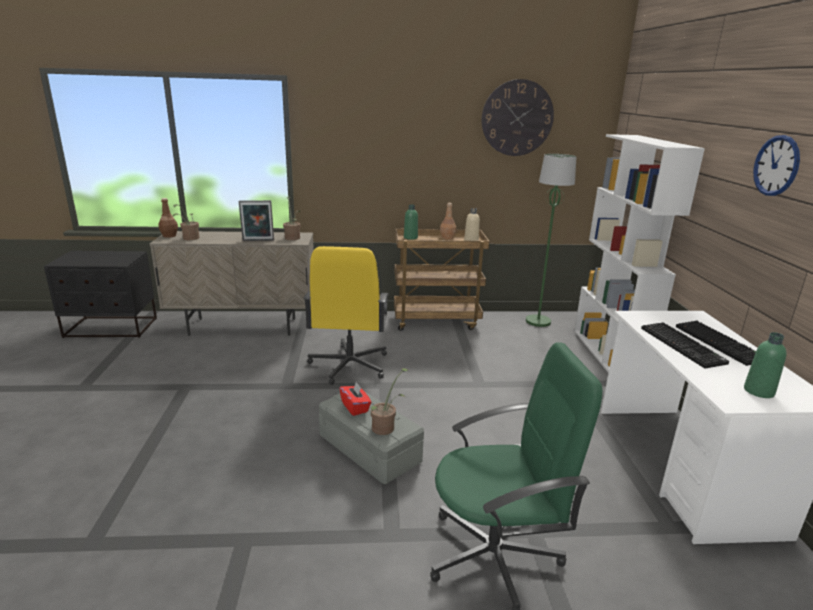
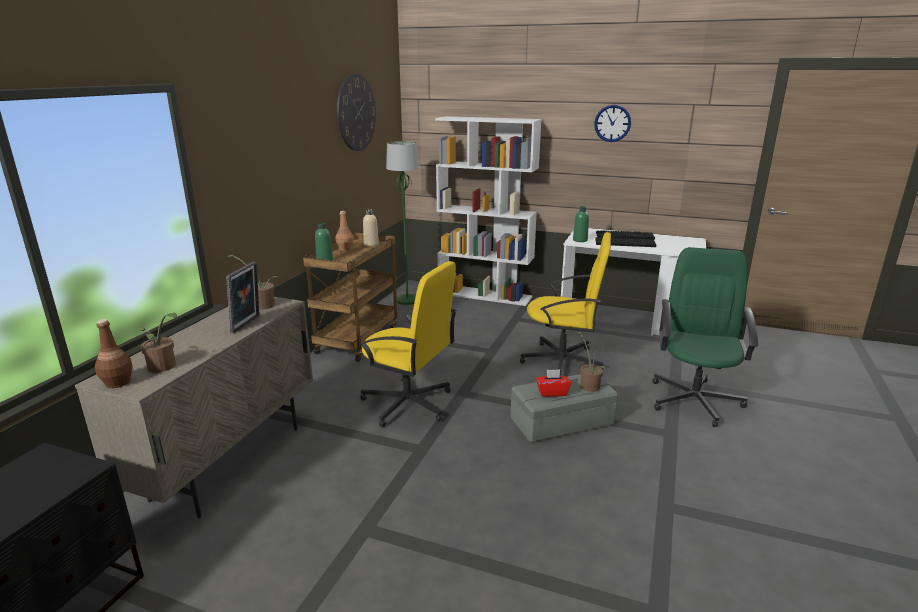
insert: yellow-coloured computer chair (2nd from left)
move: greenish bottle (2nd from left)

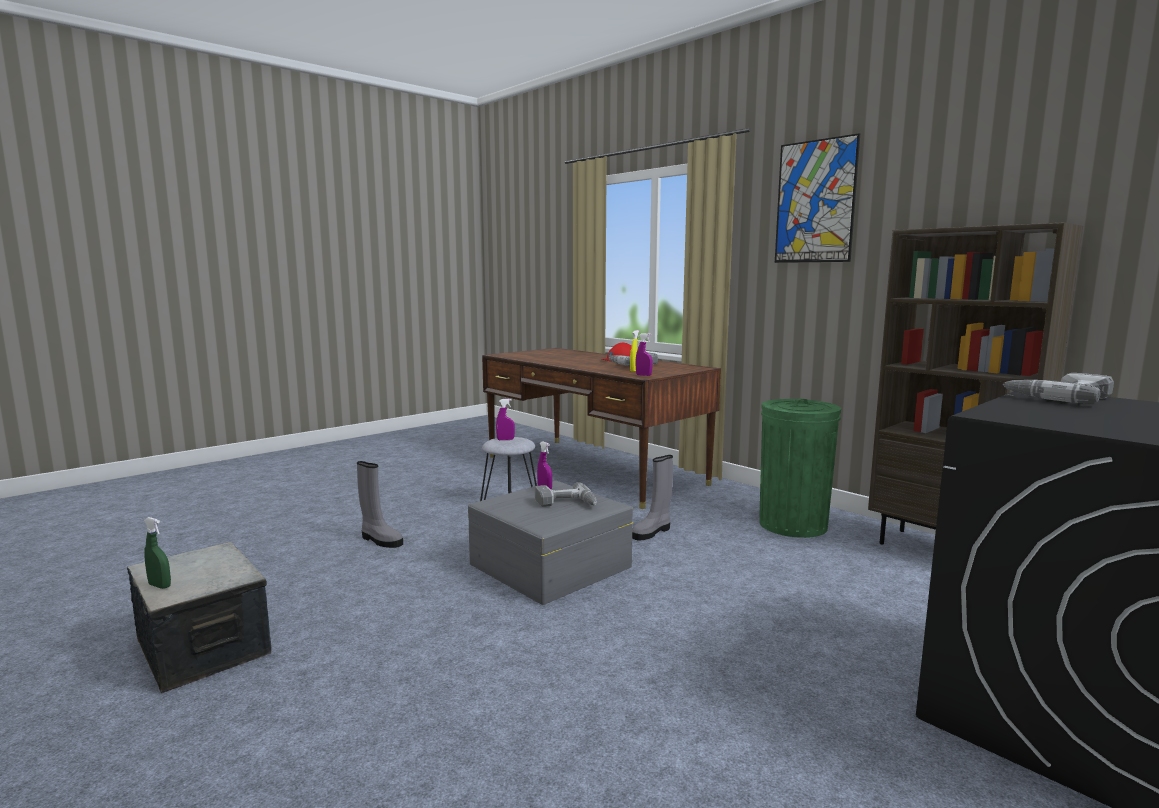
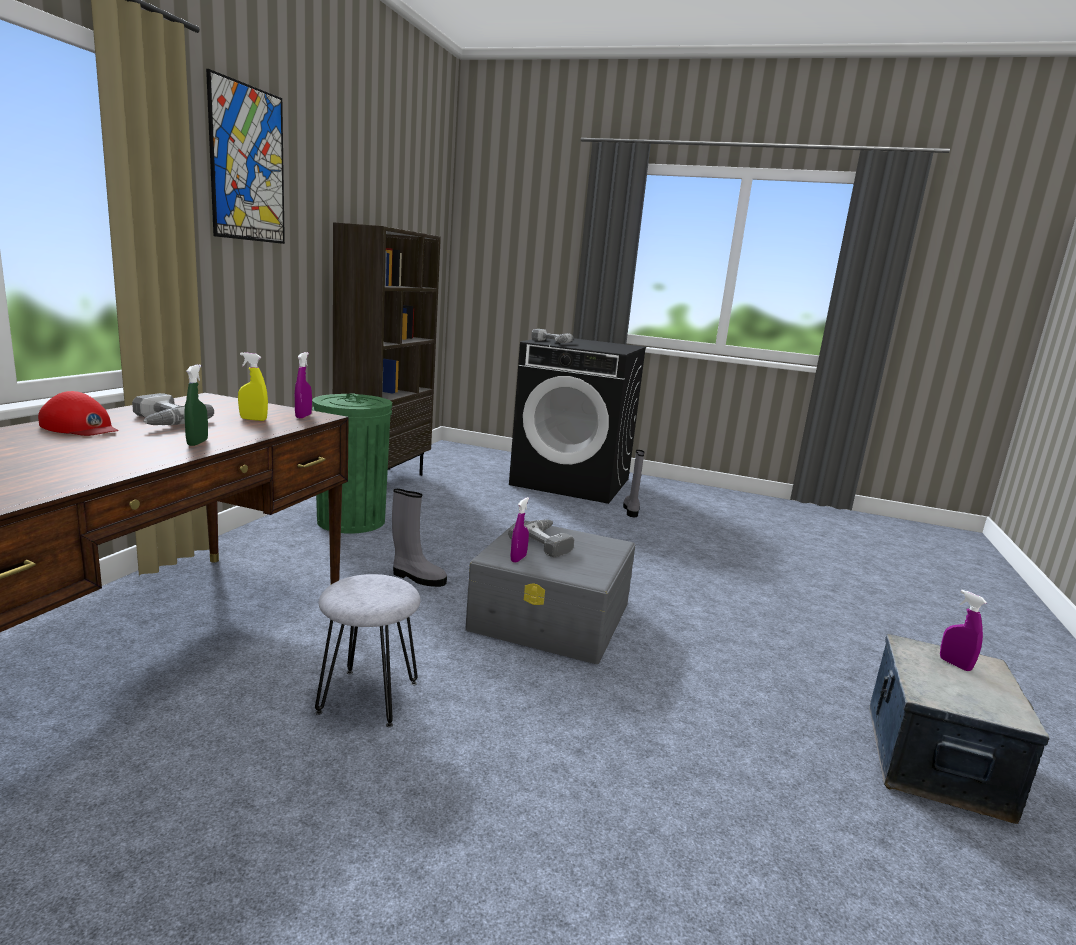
move: greenish hand sprayer; greyish boot (1st from left in the first image) to greyish boot (2nd from left); purple hand sprayer (1st from left in the first image) to purple hand sprayer (3rd from left)

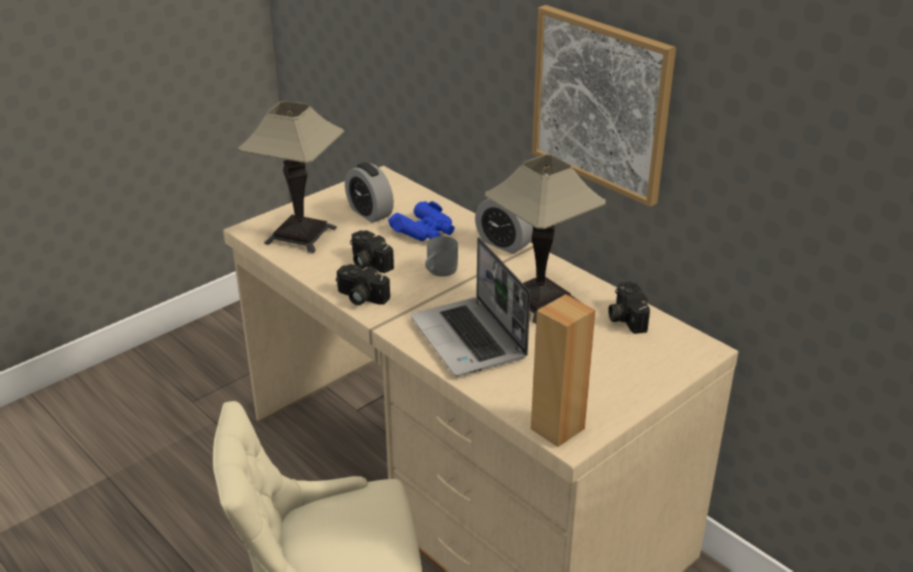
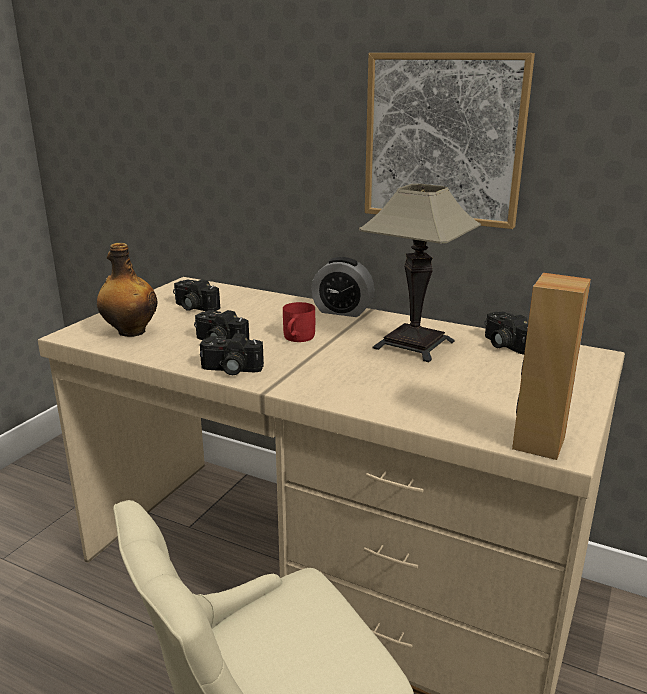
delete: blue binoculars; laptop
replace: table lamp (1st from left) to bottle; table clock (1st from left) to photo camera (1st from left)
recolor: greyish tea mug to red tea mug

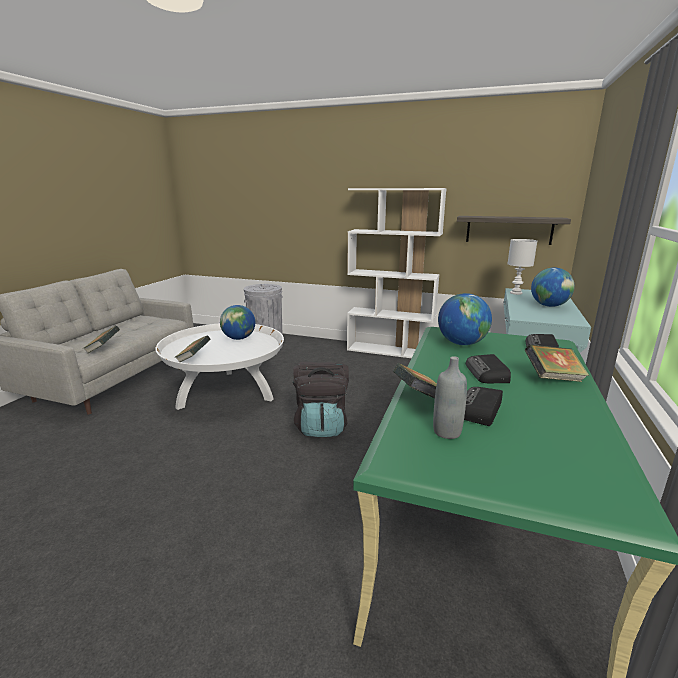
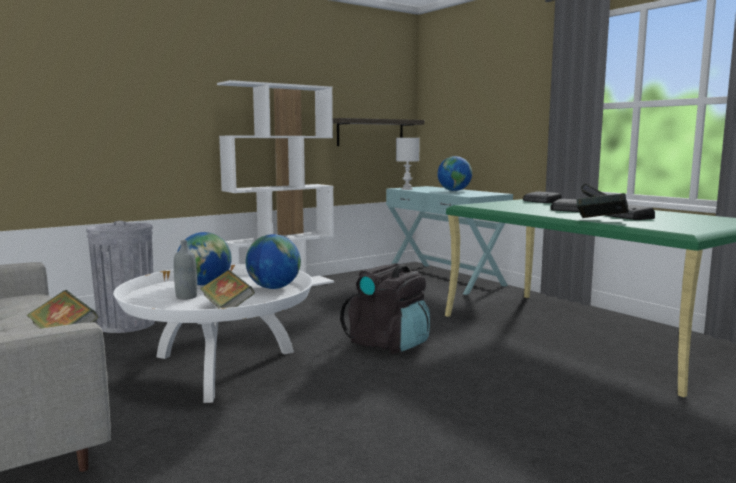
move: greyish bottle; globe (2nd from left)

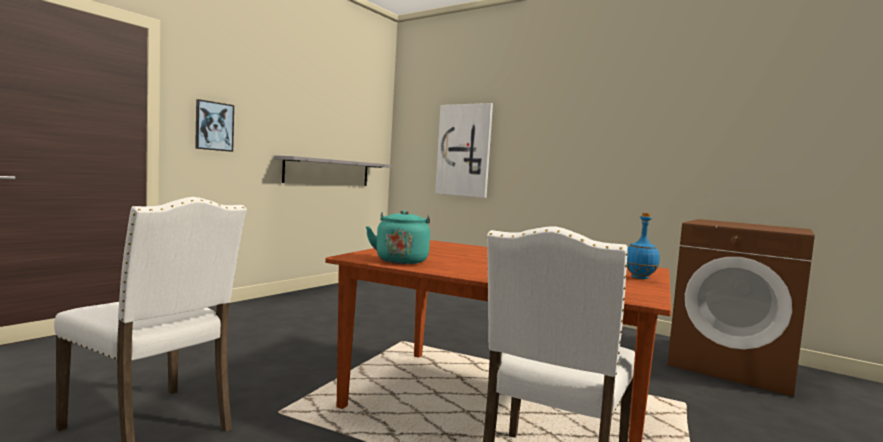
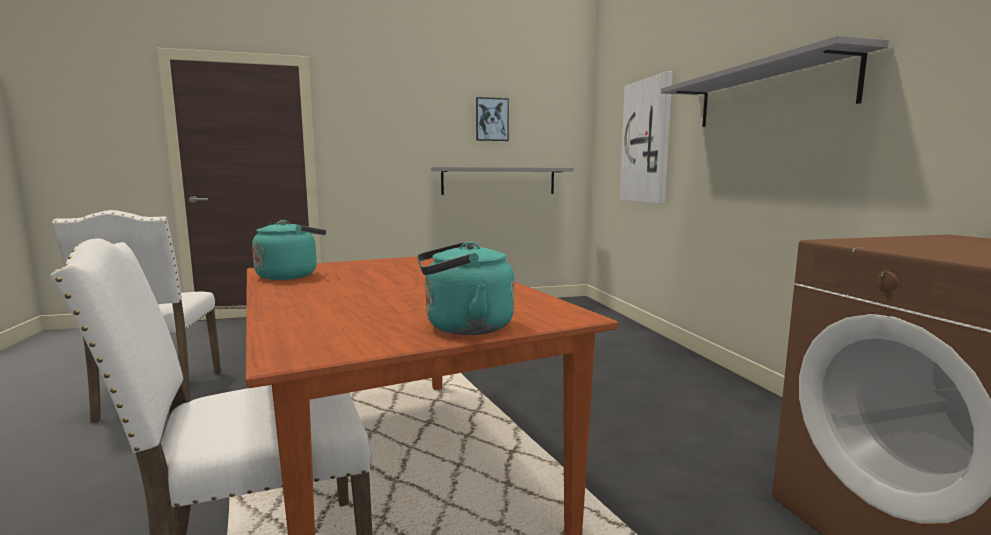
insert: greyish wall shelf (2nd from left)
move: wall picture (1st from left)
replace: blue bottle to turquoise water kettle (2nd from left)

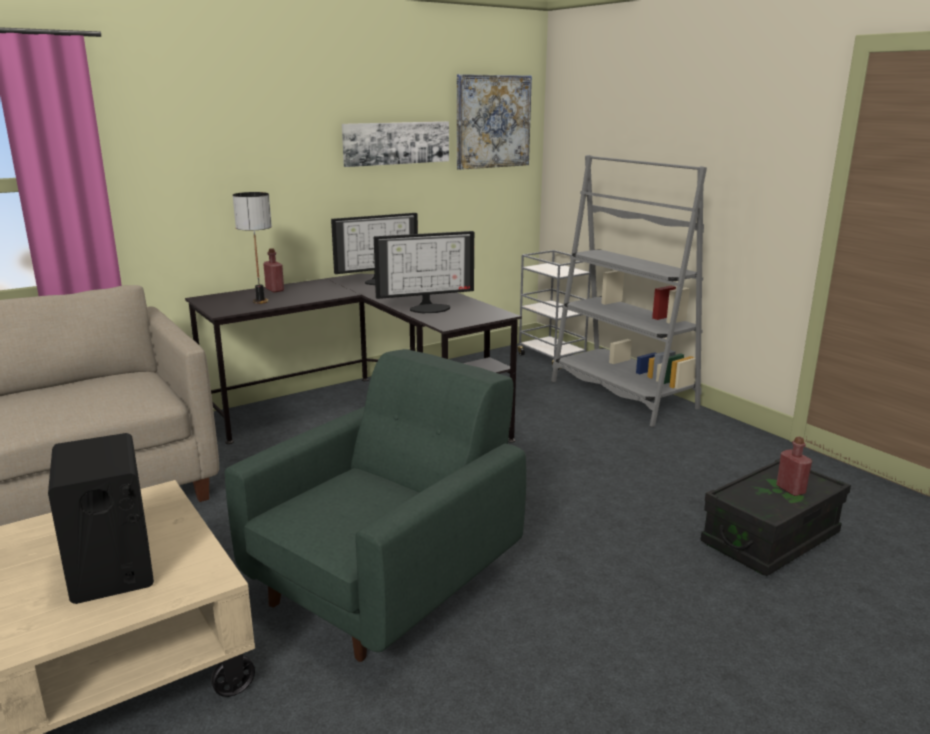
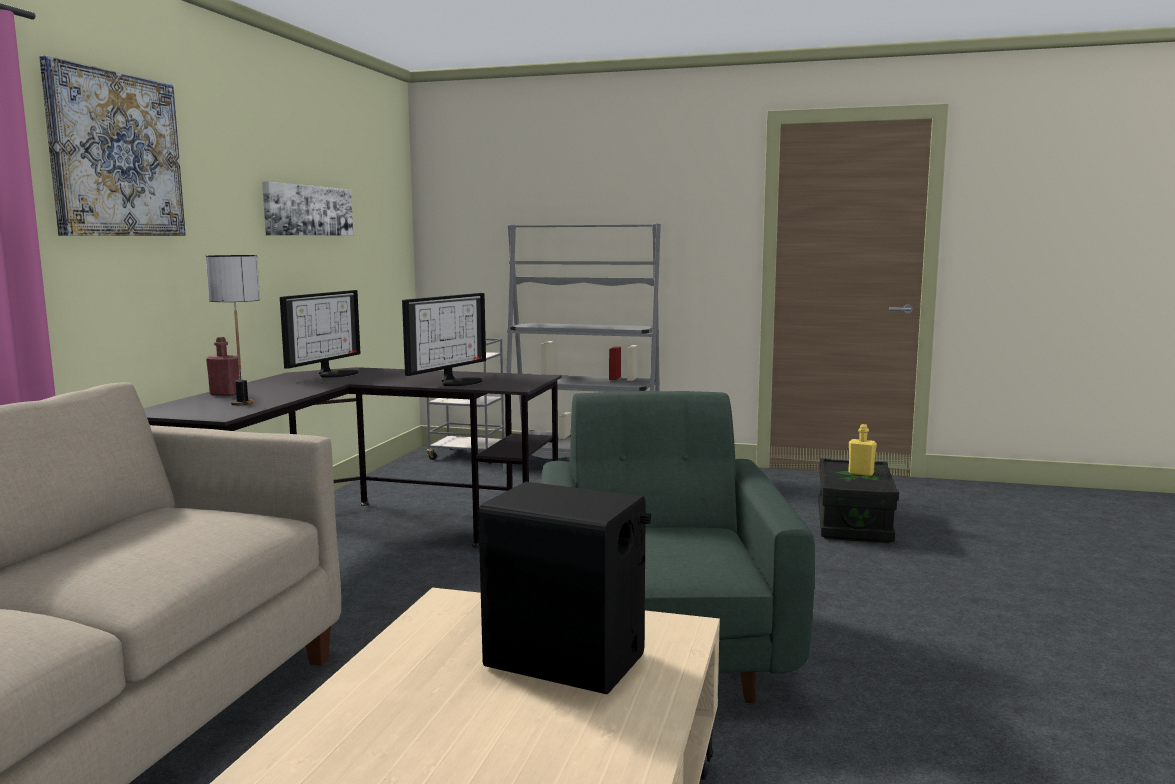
move: wall picture (2nd from left in the first image) to wall picture (1st from left)
recolor: red bottle (2nd from left) to yellow-coloured bottle

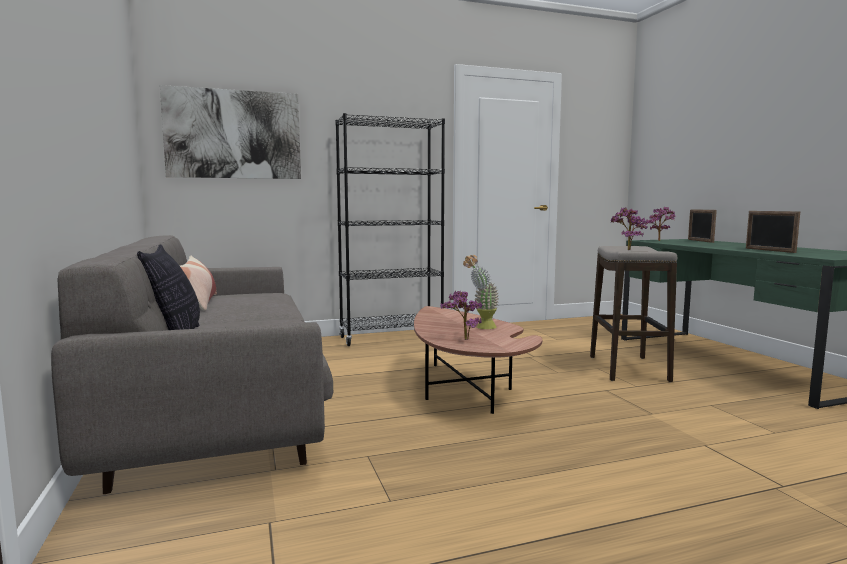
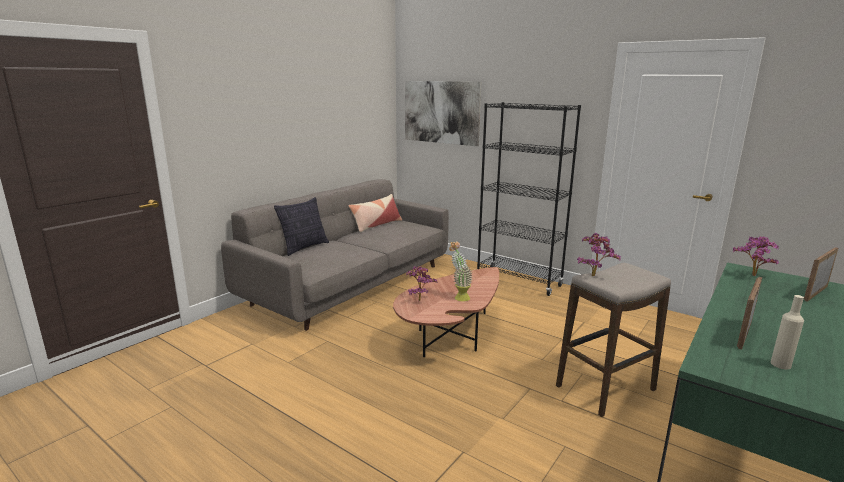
insert: beige-coloured bottle

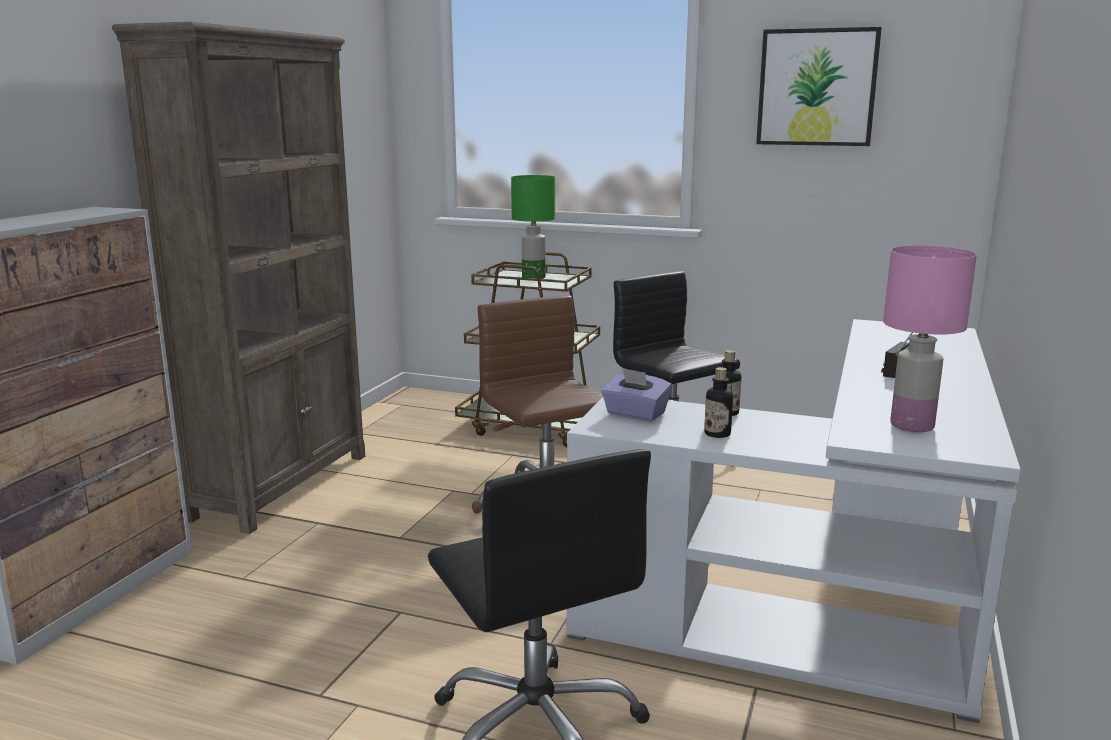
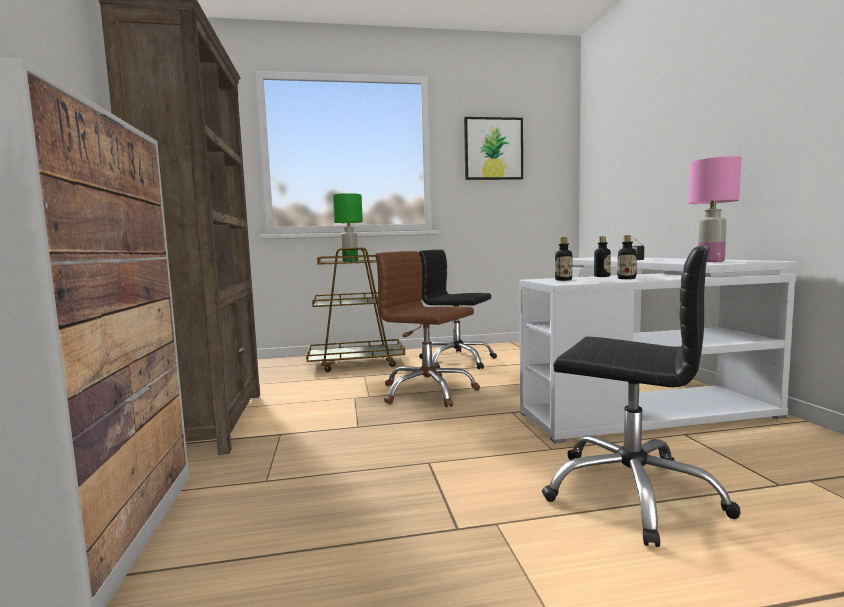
replace: purple tissue box to bottle (1st from left)

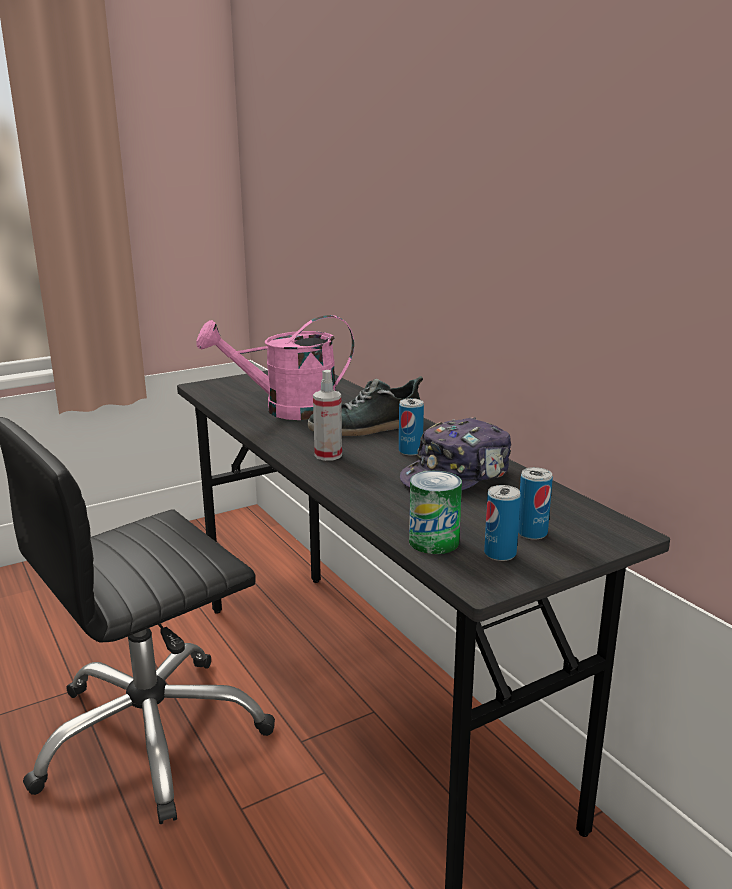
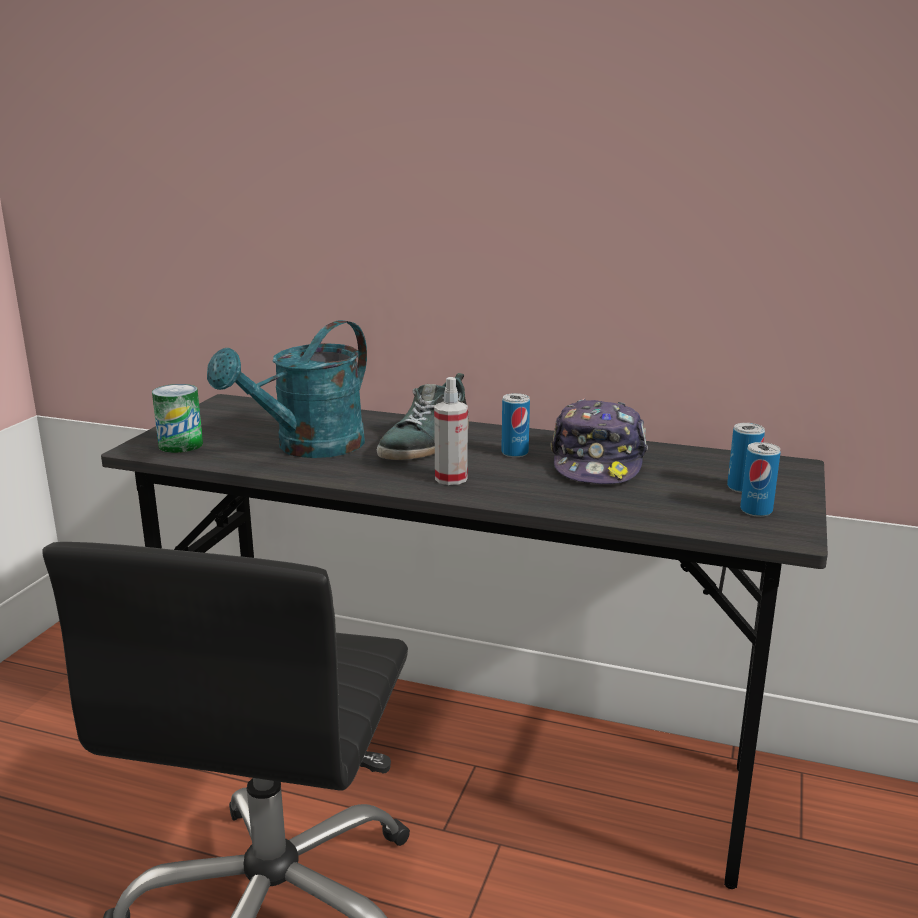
move: metal can (2nd from left in the first image) to metal can (1st from left)
recolor: pink-coloured sprinkling can to turquoise sprinkling can

